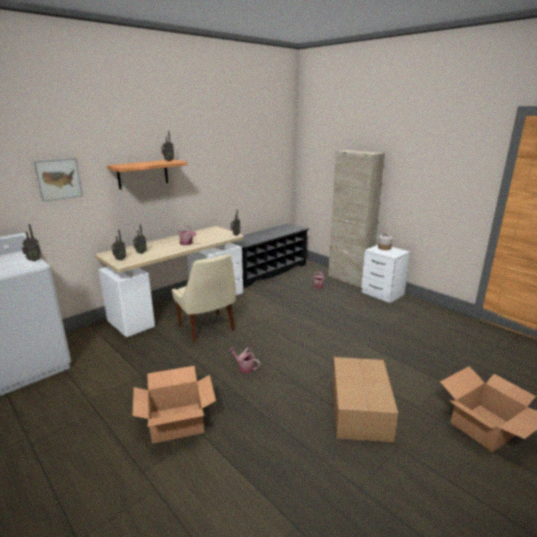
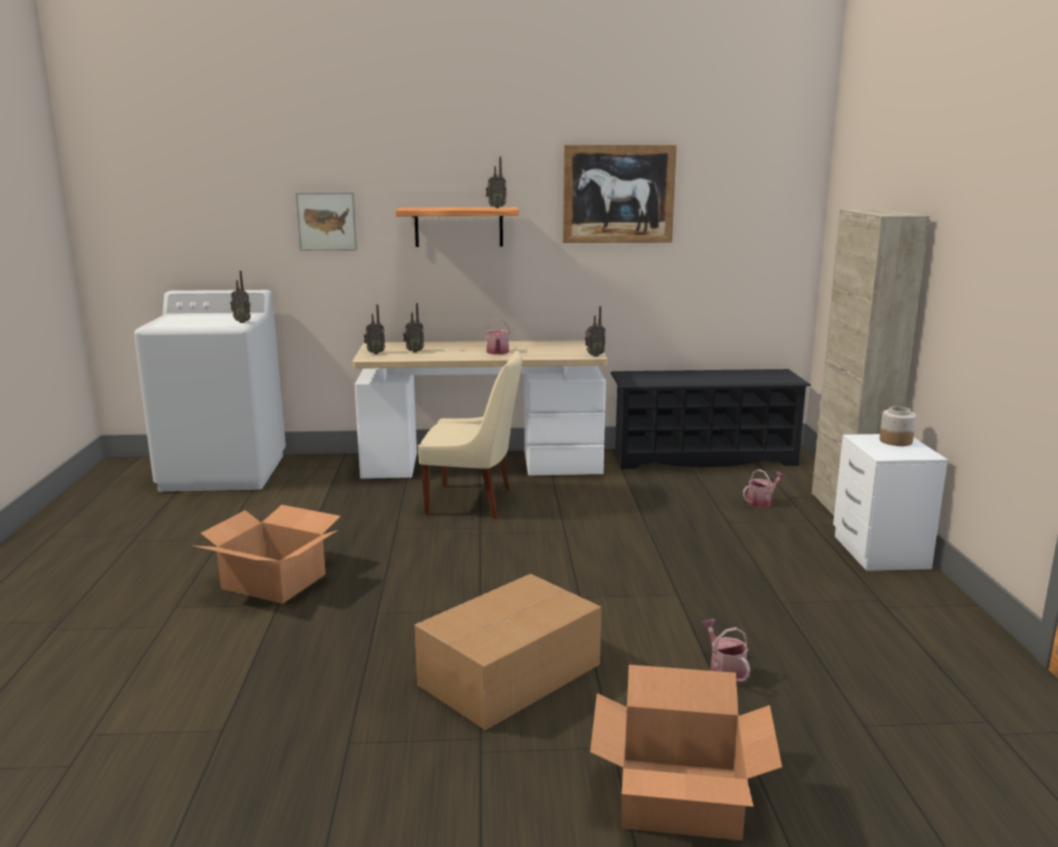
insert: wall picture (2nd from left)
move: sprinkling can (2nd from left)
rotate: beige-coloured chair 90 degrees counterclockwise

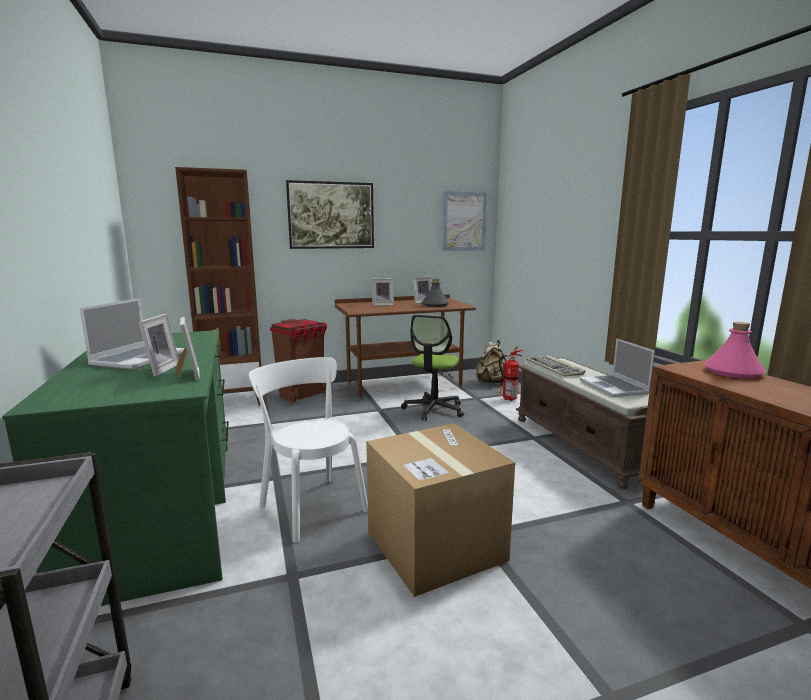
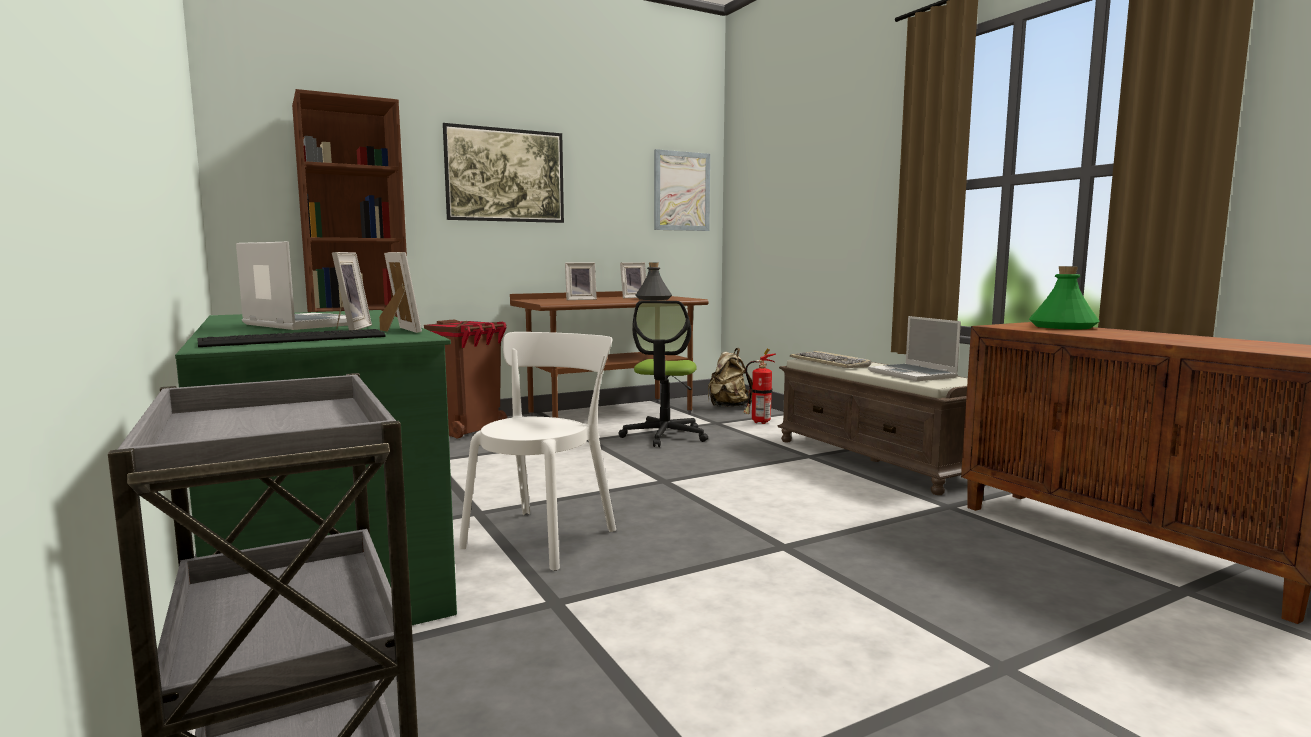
delete: packing box
insert: keyboard (1st from left)
recolor: pink-coloured bottle to greenish bottle
rotate: laptop (1st from left) 60 degrees counterclockwise; white-coloured chair 75 degrees clockwise

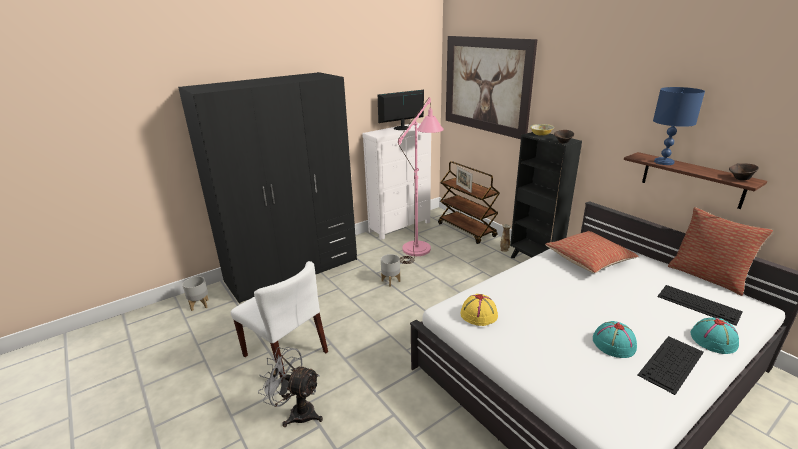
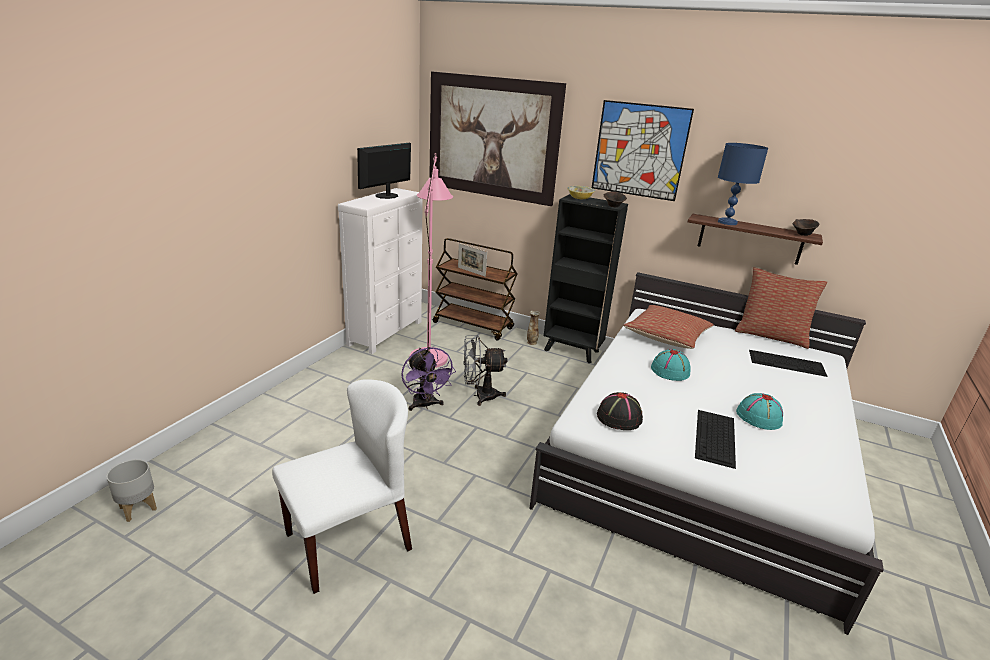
delete: black-coloured armoire
insert: wall picture (2nd from left)
move: greyish cooling fan; turquoise clothing hat (2nd from left in the first image) to turquoise clothing hat (1st from left); keyboard (1st from left)
replace: greyish planter (2nd from left) to purple cooling fan
recolor: yellow-coloured clothing hat to black-coloured clothing hat
rotate: white-coloured chair 45 degrees counterclockwise

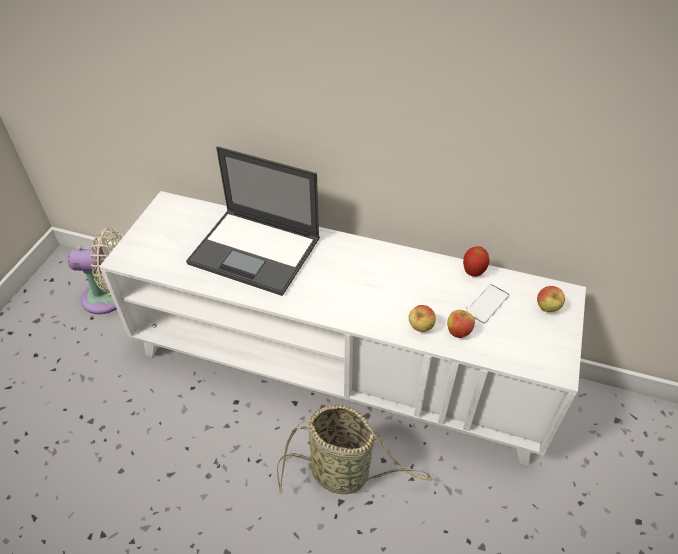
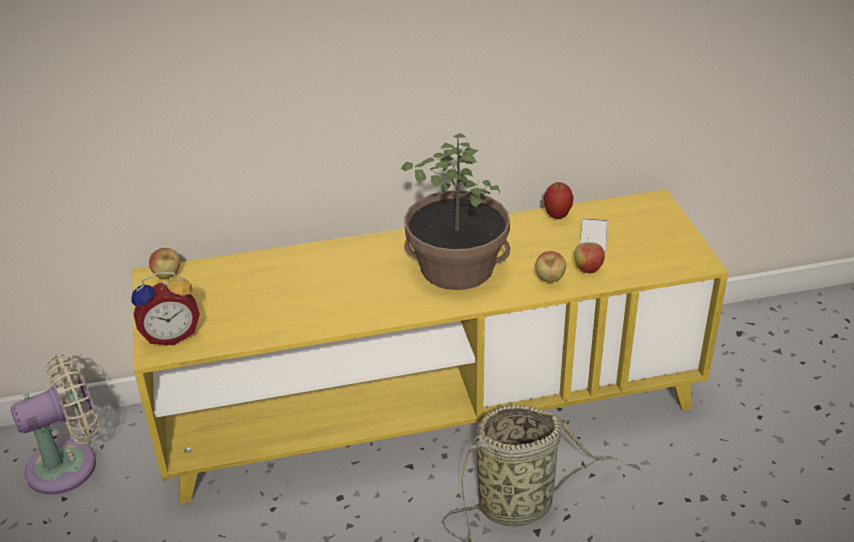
delete: laptop
insert: table clock; potted plant
move: apple (4th from left in the first image) to apple (1st from left)
recolor: white-coloured tv stand to yellow-coloured tv stand

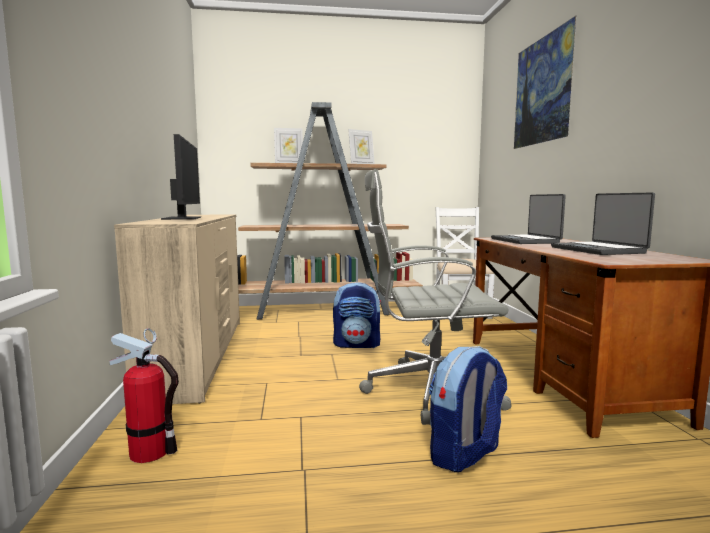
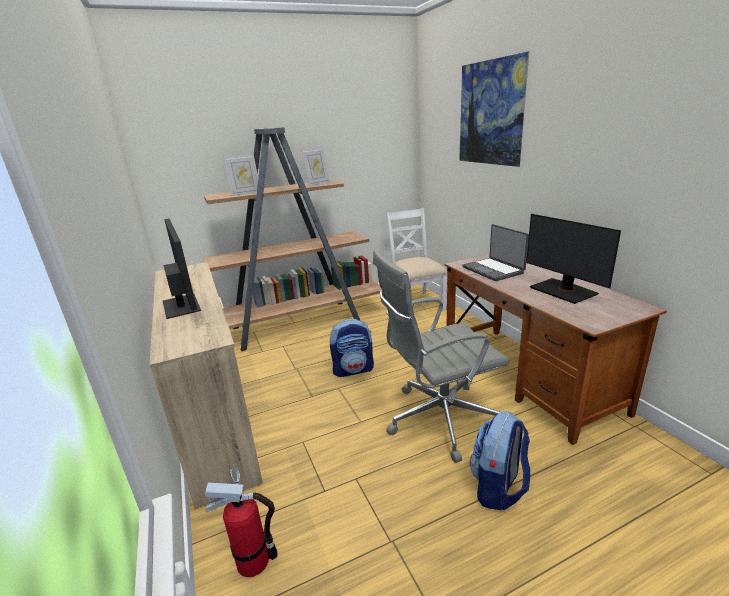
replace: laptop (2nd from left) to computer screen (2nd from left)

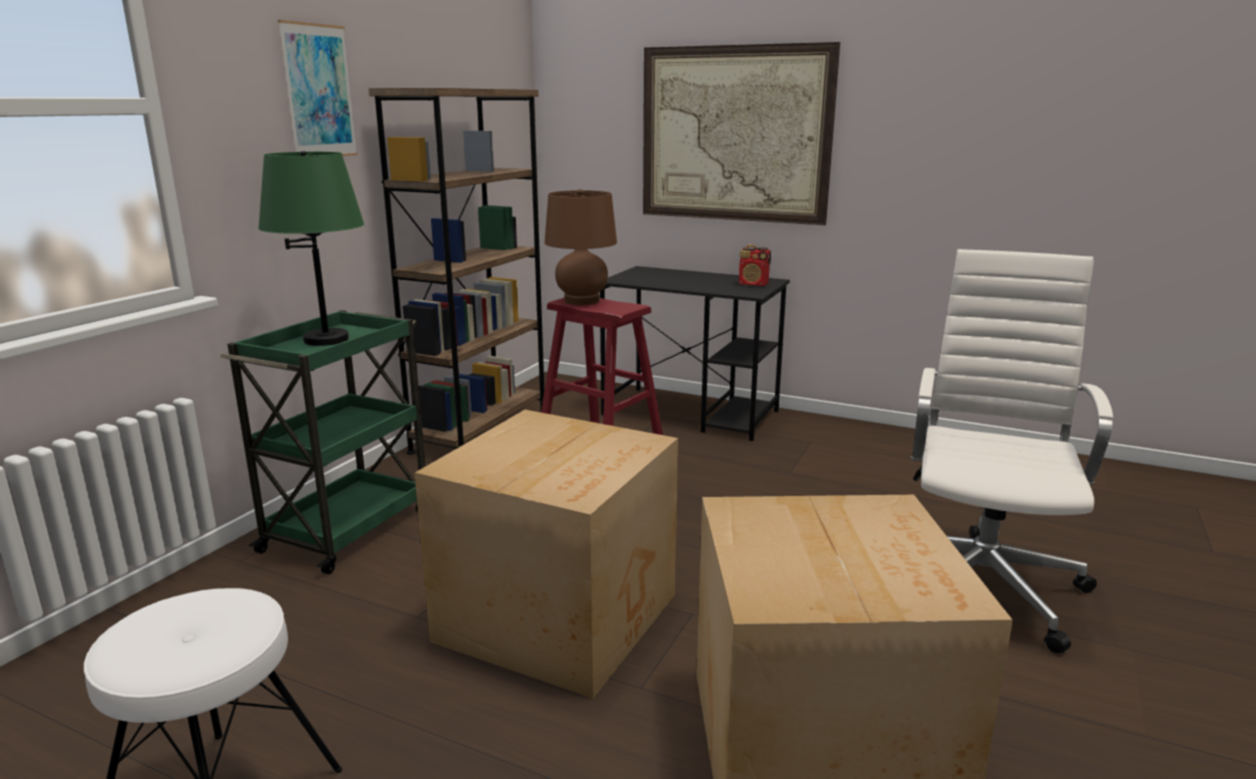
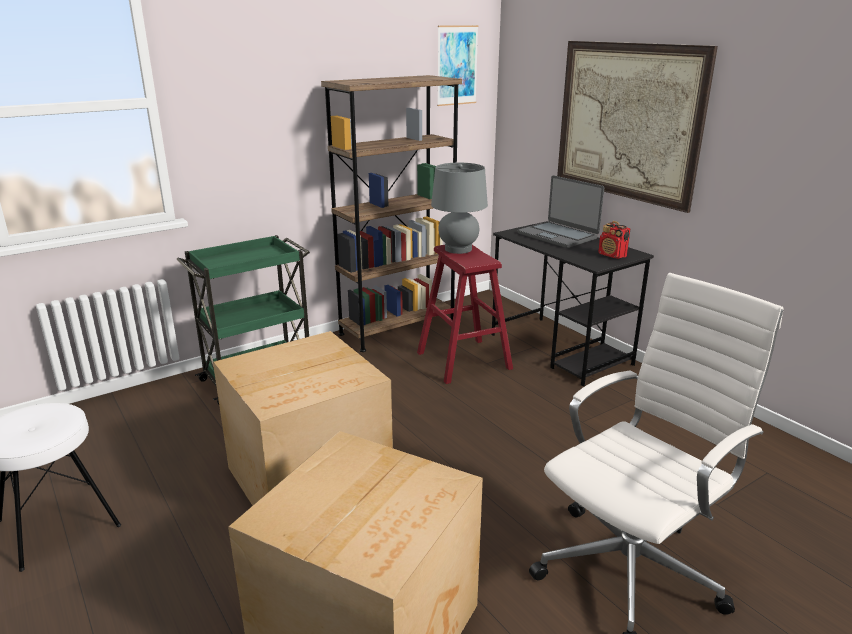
delete: greenish table lamp
insert: laptop
move: wall picture (1st from left)
recolor: brown table lamp to greyish table lamp

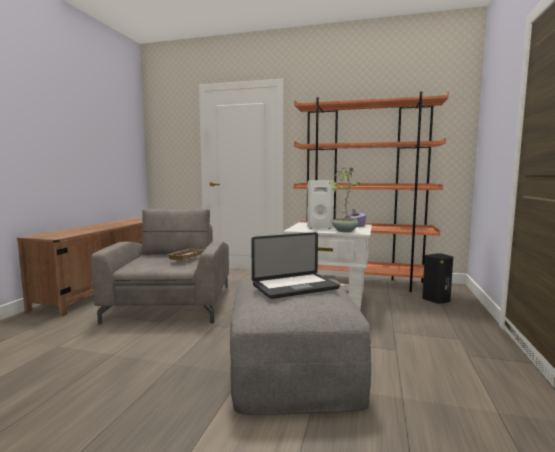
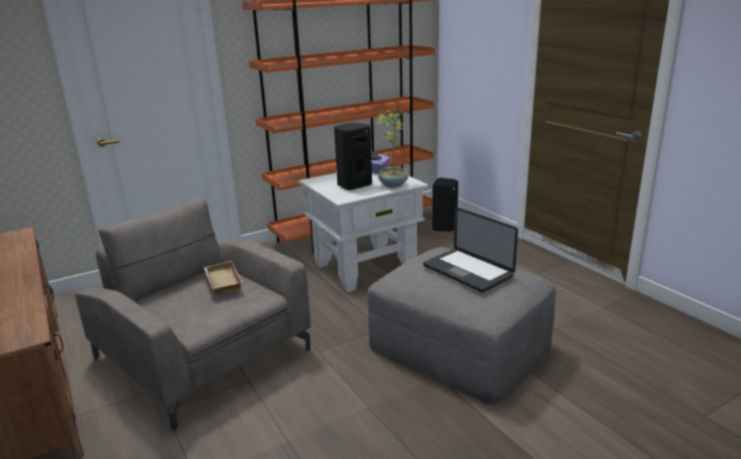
recolor: white-coloured speaker to black-coloured speaker (1st from left)
rotate: laptop 120 degrees clockwise

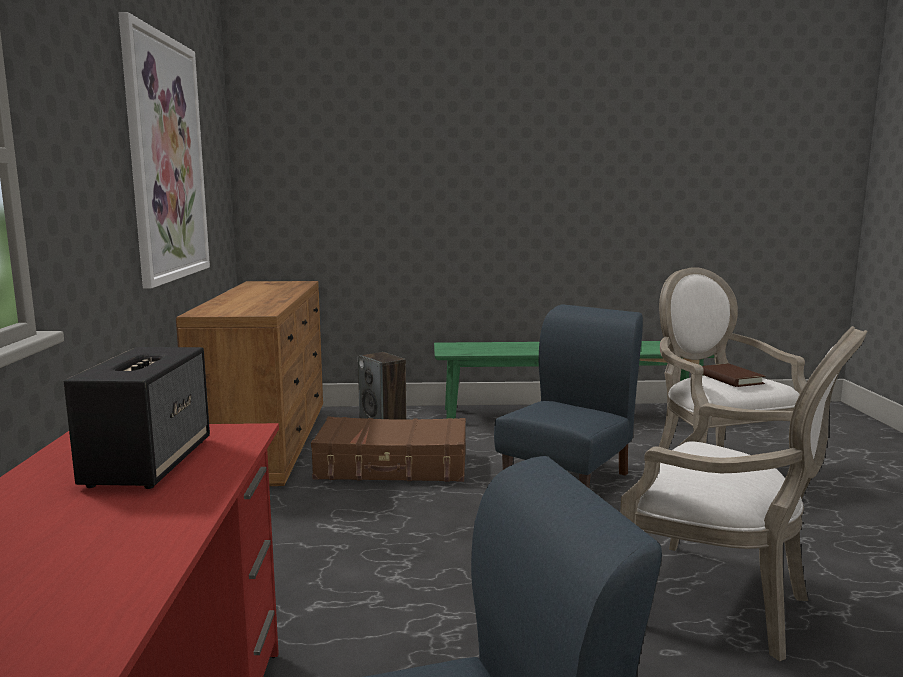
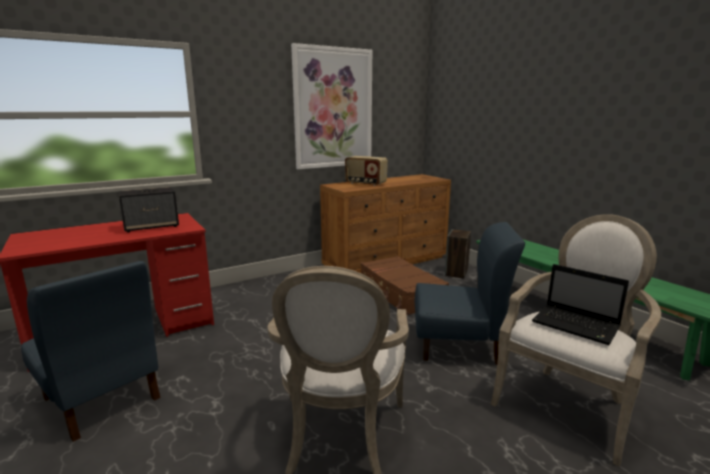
insert: radio receiver
replace: brown volume to laptop

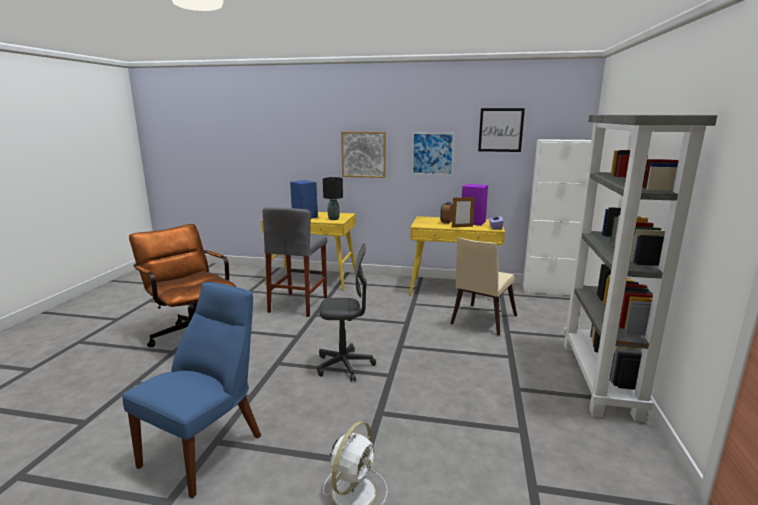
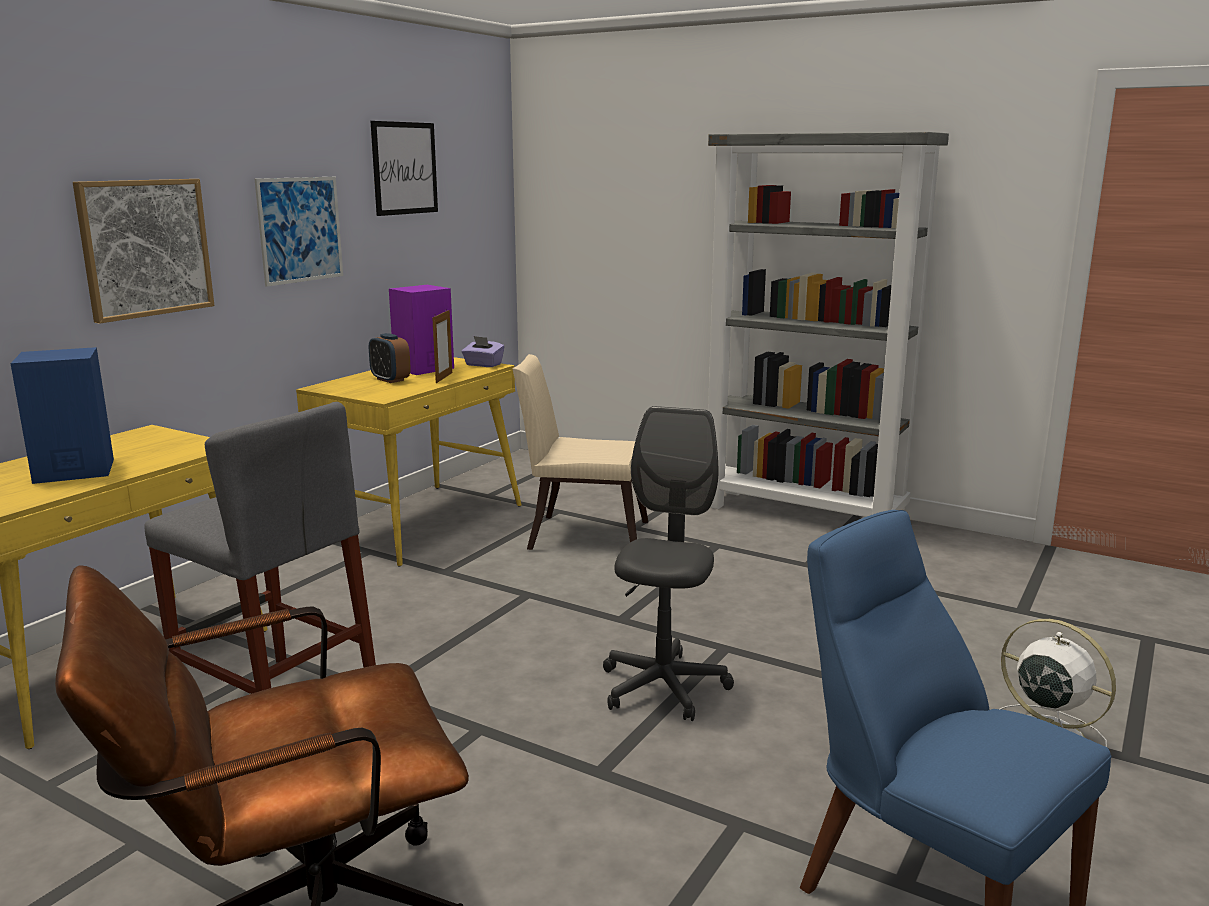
delete: black-coloured table lamp; white-coloured cabinet
rotate: beige-coloured chair 135 degrees clockwise

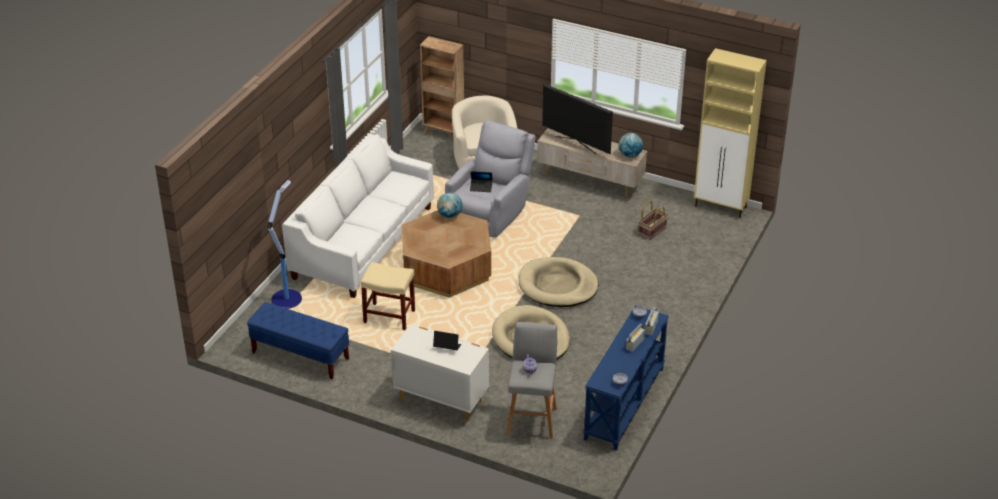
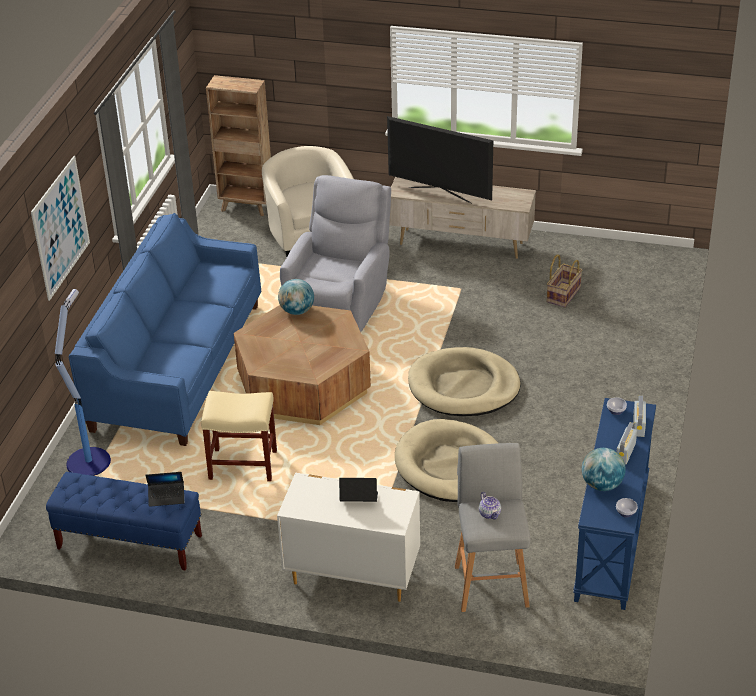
delete: beige-coloured cabinet
insert: wall picture
move: laptop (2nd from left in the first image) to laptop (1st from left); globe (2nd from left)
recolor: white-coloured sofa to blue sofa

